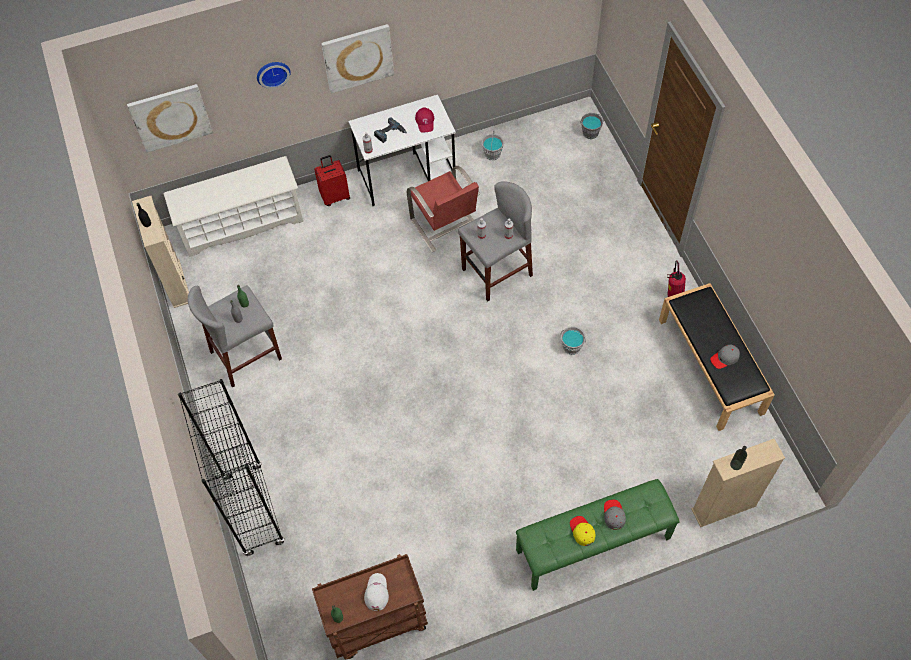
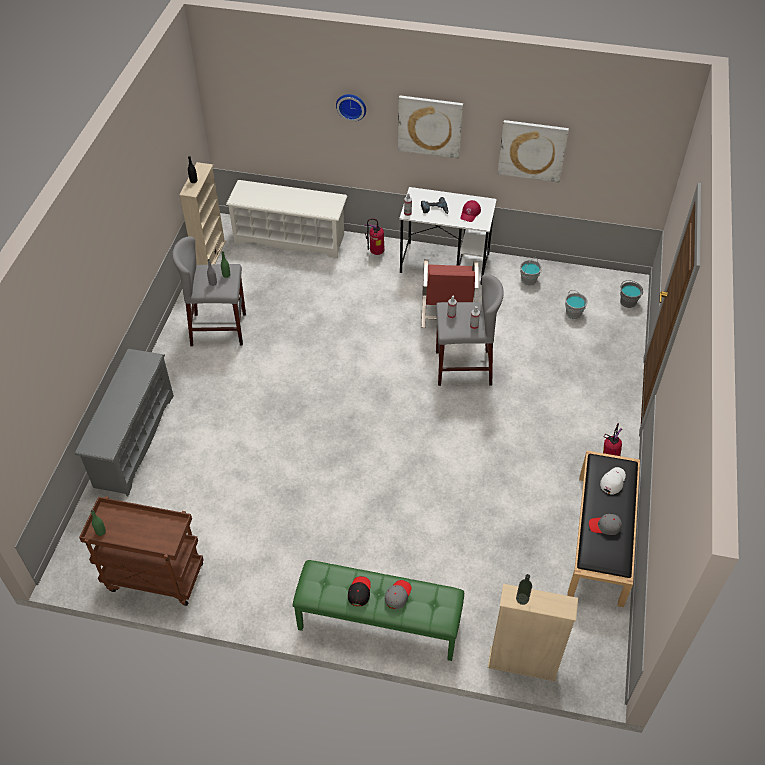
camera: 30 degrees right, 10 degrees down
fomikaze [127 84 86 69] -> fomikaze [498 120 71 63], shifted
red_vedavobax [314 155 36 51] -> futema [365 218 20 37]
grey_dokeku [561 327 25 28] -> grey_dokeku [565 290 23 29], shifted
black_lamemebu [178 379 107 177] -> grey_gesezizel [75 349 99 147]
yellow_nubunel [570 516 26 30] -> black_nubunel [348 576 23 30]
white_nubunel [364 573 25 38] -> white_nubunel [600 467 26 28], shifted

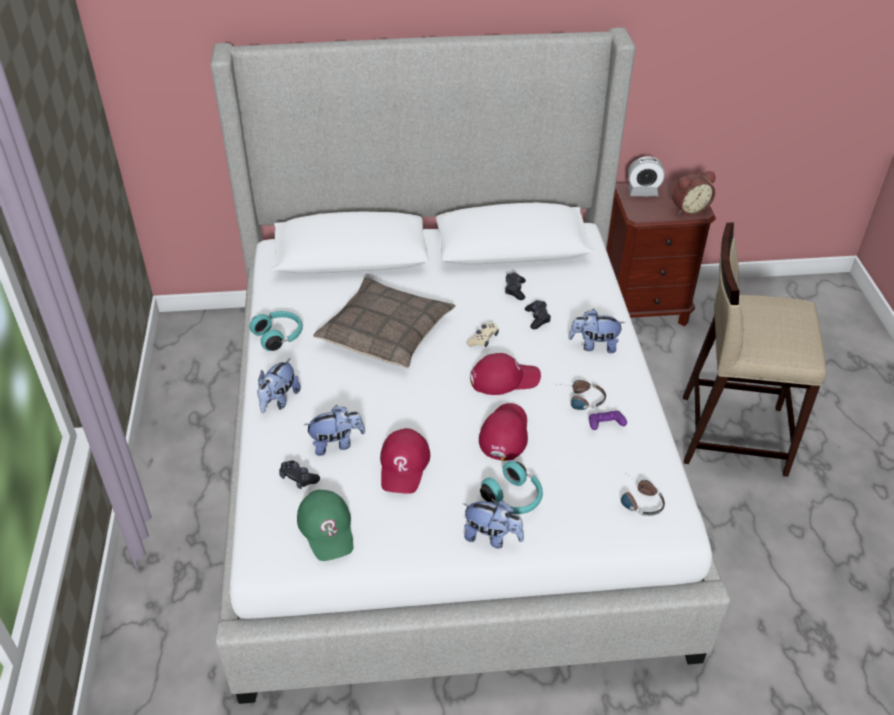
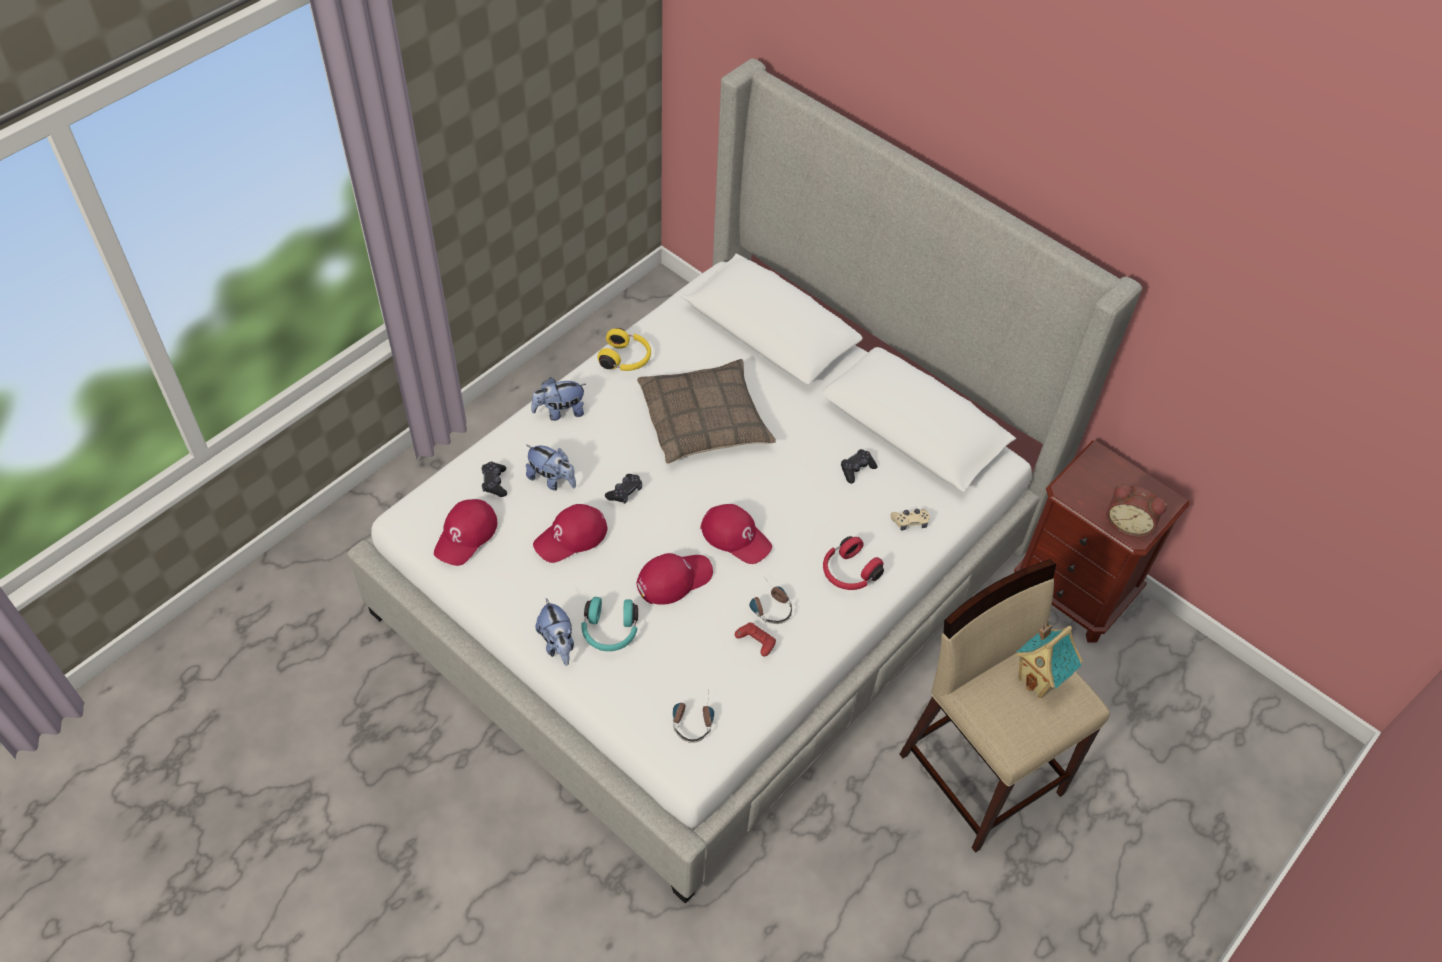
camera: 45 degrees right, 10 degrees up
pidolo [628 156 37 41] -> none
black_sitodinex [525 300 26 29] -> black_sitodinex [605 474 37 30], shifted
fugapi [568 309 57 44] -> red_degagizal [823 536 61 54]
turquoise_degagizal [250 311 53 40] -> yellow_degagizal [597 328 54 43]
beige_sitodinex [467 323 32 24] -> beige_sitodinex [891 509 39 21], shifted
purple_sitodinex [589 411 38 19] -> red_sitodinex [735 622 41 35]
green_nubunel [297 490 56 71] -> red_nubunel [434 499 63 67]
none -> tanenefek [1016 620 67 78]

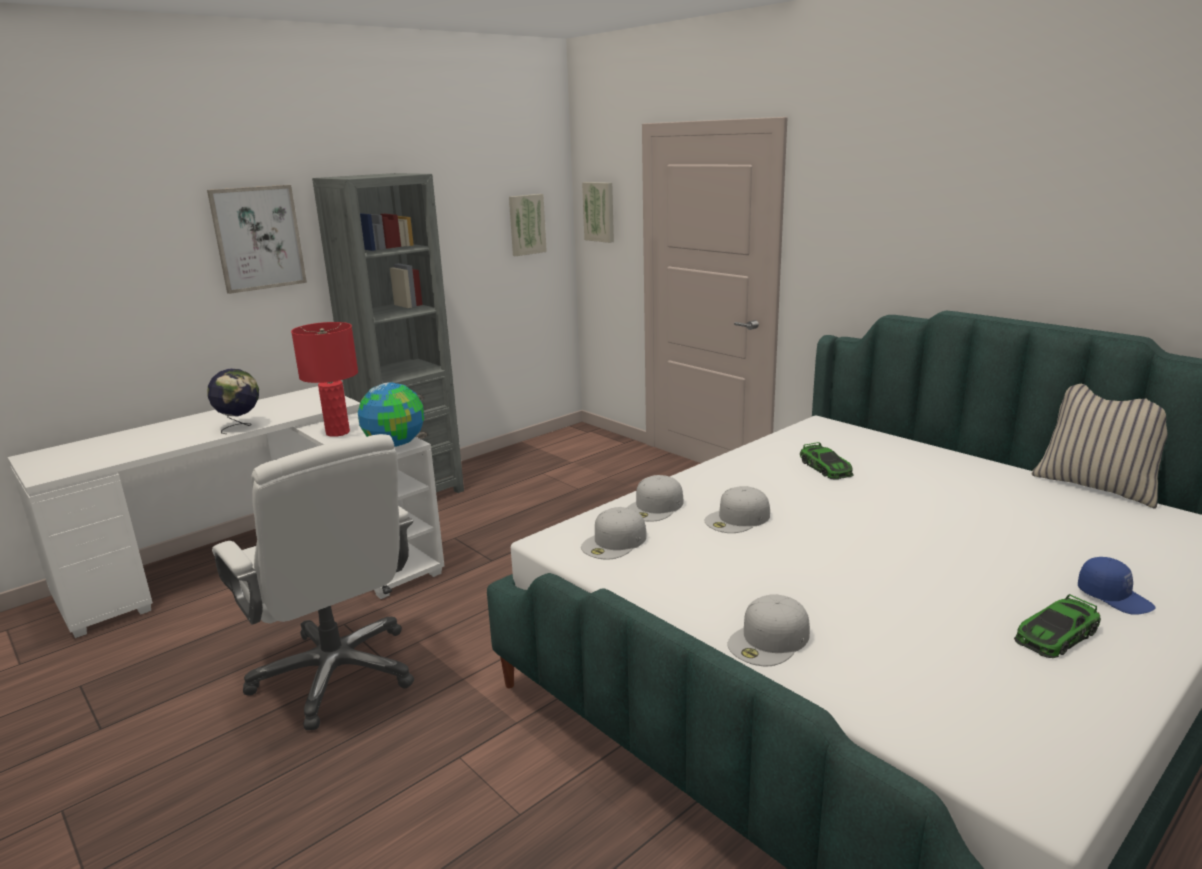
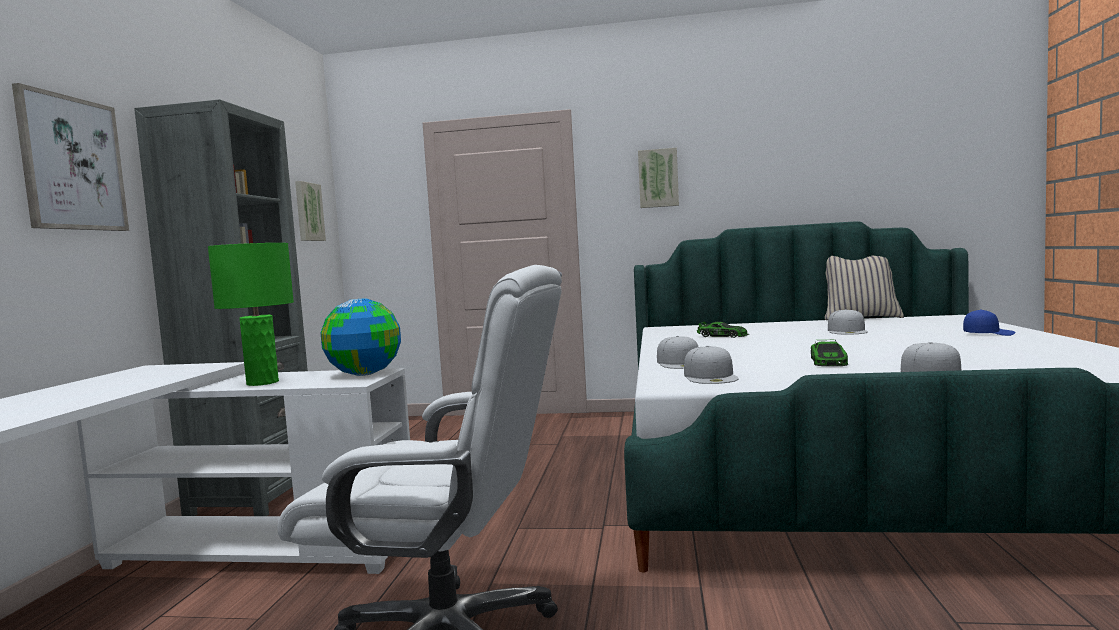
camera: 40 degrees left, 15 degrees down
fomikaze [582 182 32 61] -> fomikaze [638 148 41 60], shifted
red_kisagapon [291 322 67 115] -> green_kisagapon [208 243 86 143]
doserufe [207 368 52 66] -> none
white_nubunel [704 486 66 47] -> white_nubunel [828 309 40 26], shifted
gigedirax [1014 594 87 64] -> gigedirax [811 339 37 27], shifted

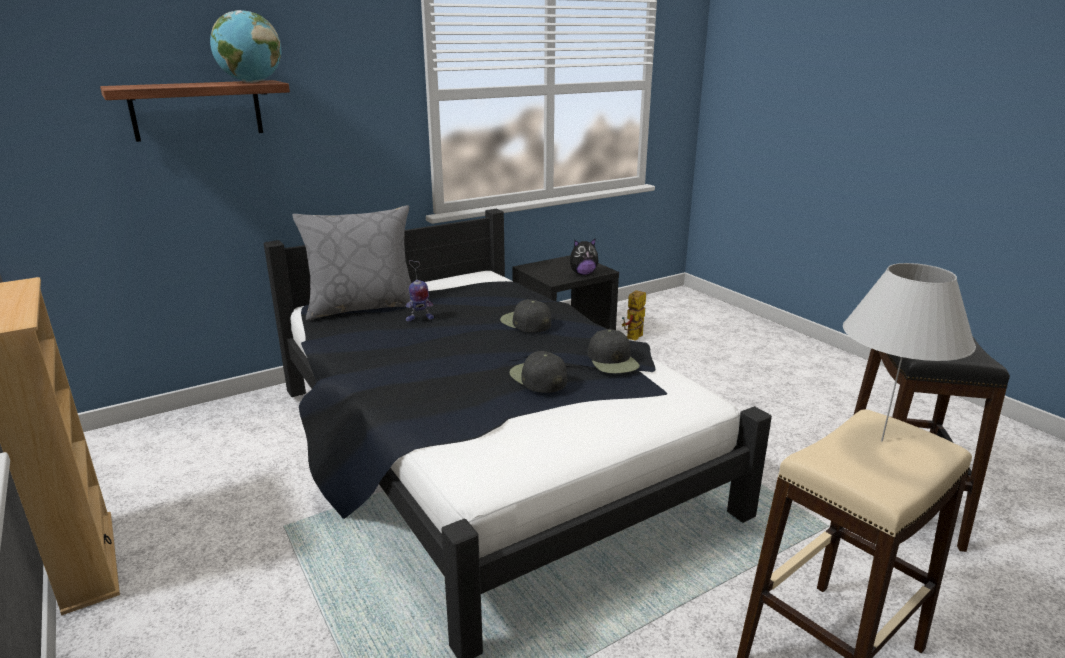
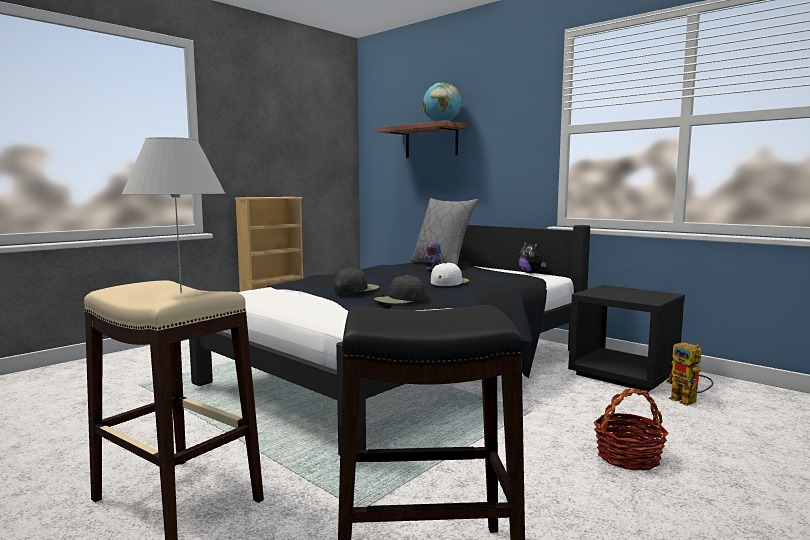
camera: 75 degrees right, 15 degrees down
fugapi [570 238 28 37] -> fugapi [518 241 28 32], shifted
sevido [622 290 24 51] -> sevido [666 342 47 64], 135 degrees counterclockwise
black_nubunel [500 299 51 34] -> white_nubunel [431 262 38 24]
none -> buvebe [594 388 74 83]

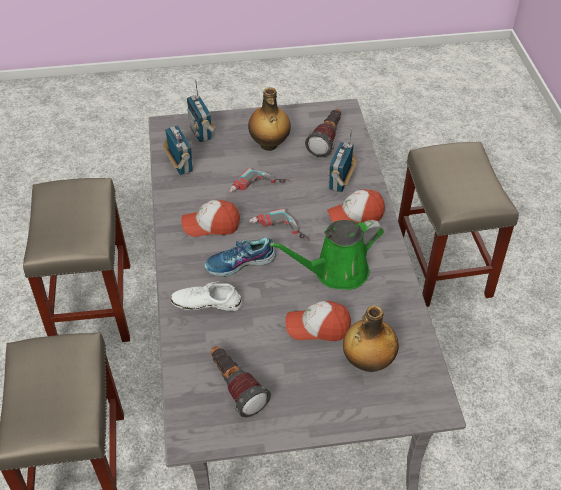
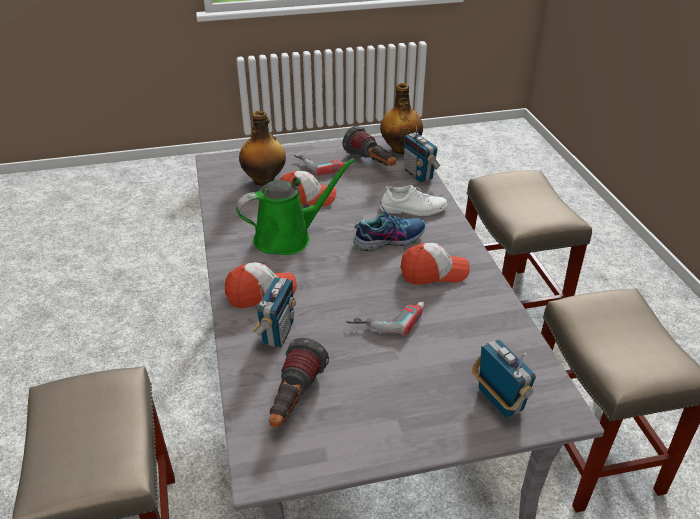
camera: 175 degrees right, 10 degrees down
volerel [248 87 43 64] -> volerel [380 83 43 71], shifted
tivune [163 126 30 49] -> tivune [404 114 36 69], shifted
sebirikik [249 208 61 33] -> sebirikik [294 154 57 22], shifted

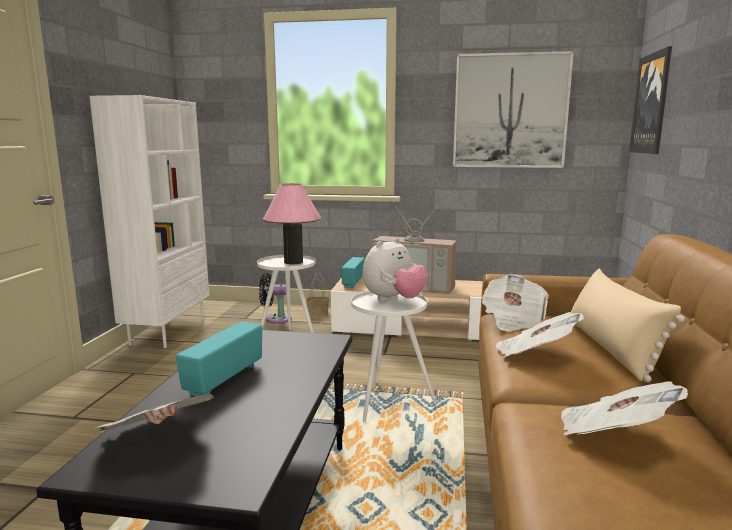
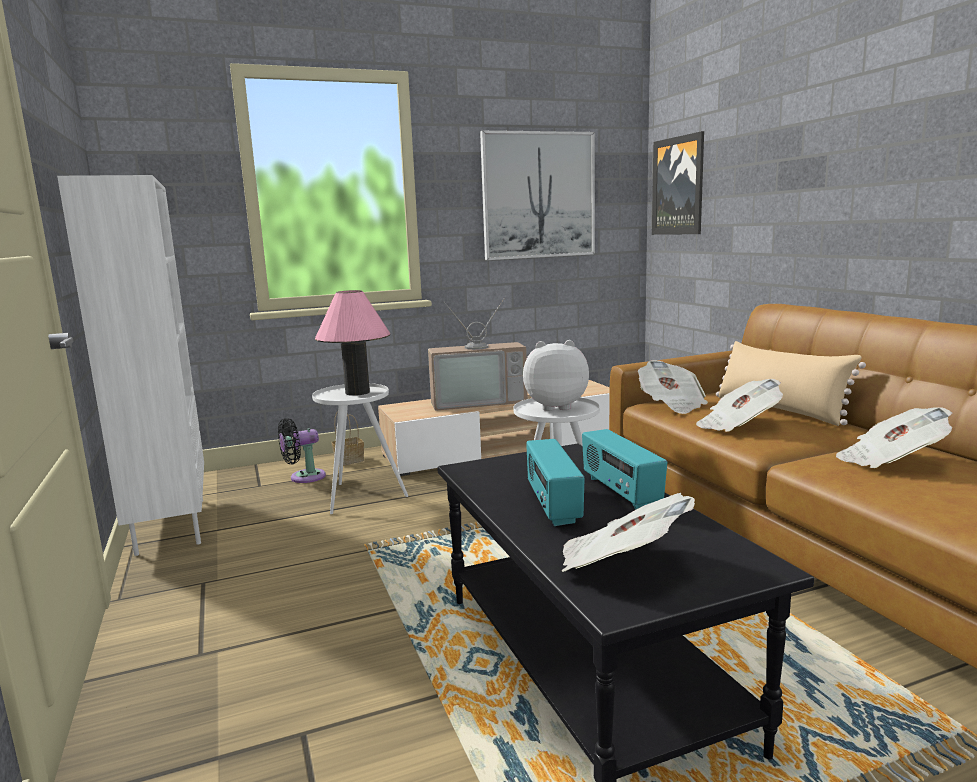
camera: 30 degrees left, 0 degrees up
fugapi [363 238 65 64] -> fugapi [523 340 66 71], 105 degrees counterclockwise
tivune [341 257 24 31] -> tivune [582 429 85 81], shifted

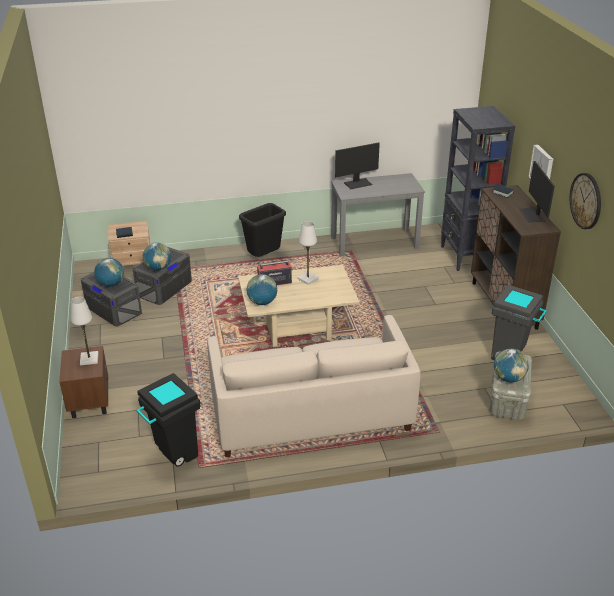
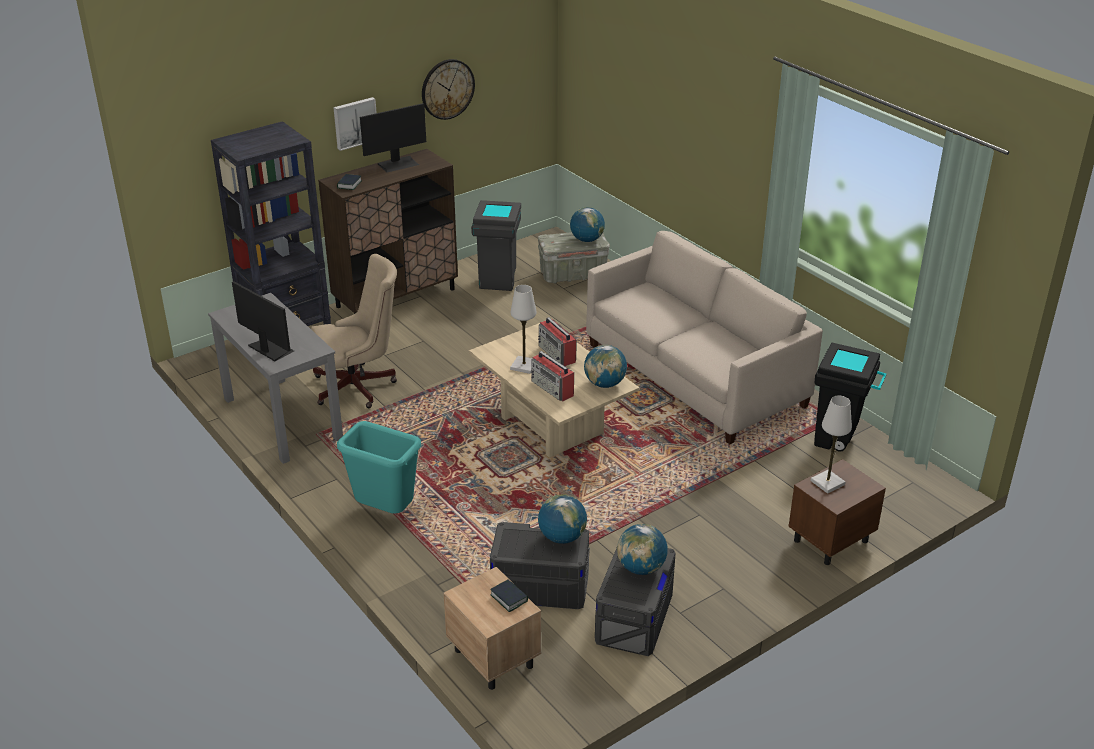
camera: 115 degrees left, 0 degrees up
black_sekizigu [239 203 47 54] -> turquoise_sekizigu [337 421 84 93]
none -> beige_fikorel [311 254 86 154]
none -> tivune [538 317 39 49]

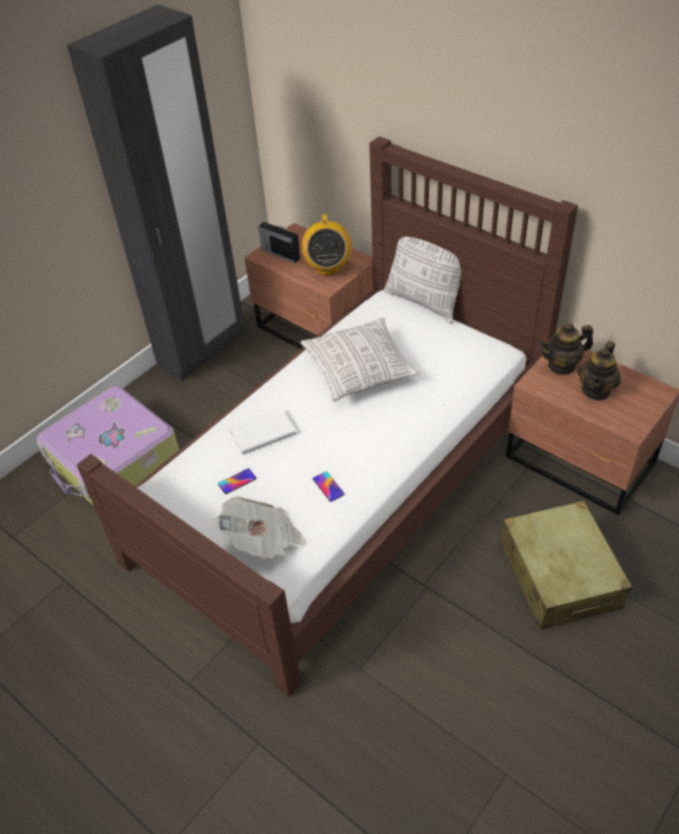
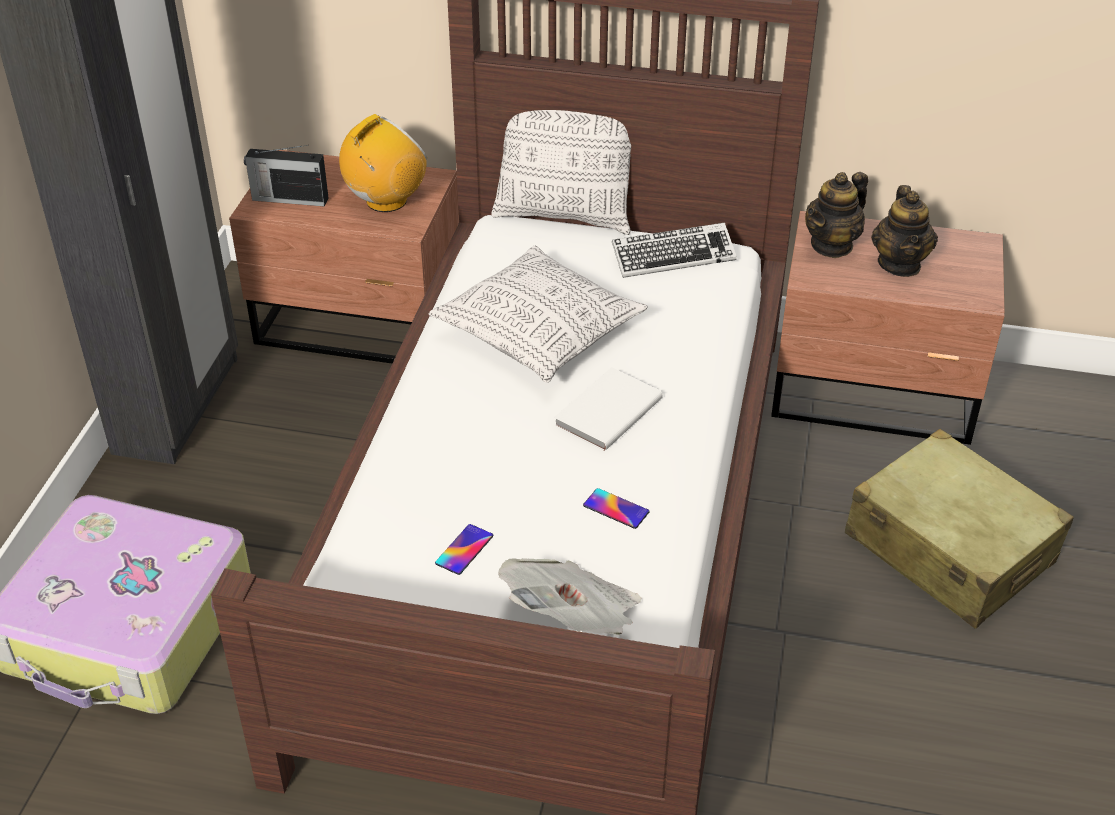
camera: 30 degrees left, 5 degrees down
tivune [301 214 51 62] -> tivune [339 114 88 98], 105 degrees counterclockwise
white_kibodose [228 407 68 48] -> white_kibodose [554 367 109 84], shifted
none -> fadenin [612 223 125 55]

